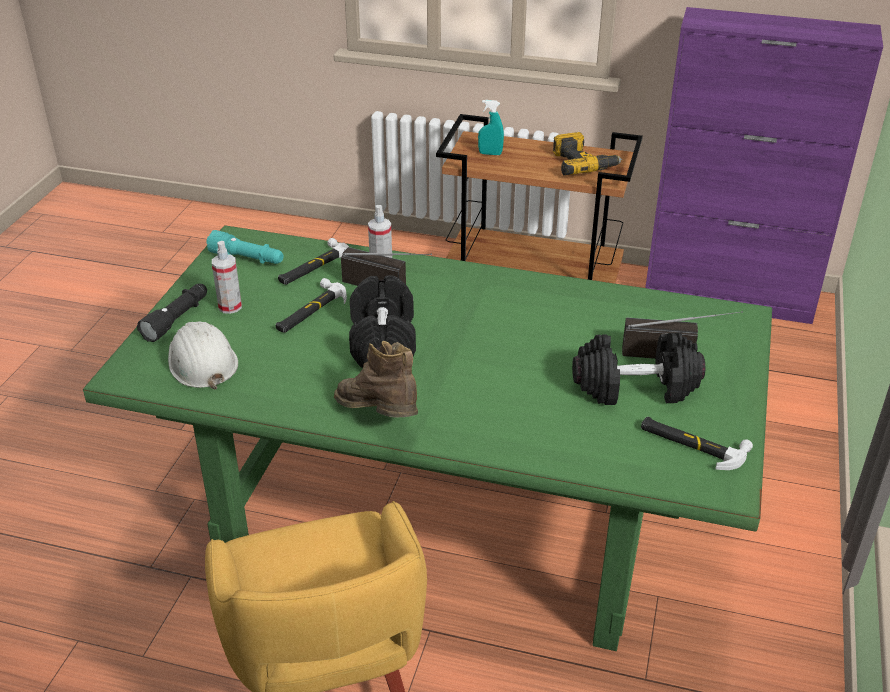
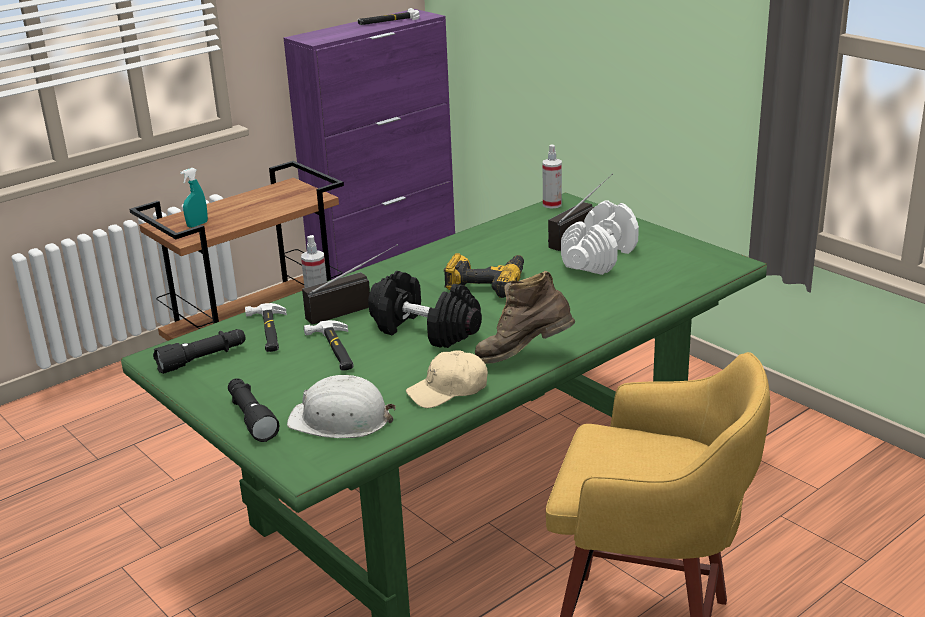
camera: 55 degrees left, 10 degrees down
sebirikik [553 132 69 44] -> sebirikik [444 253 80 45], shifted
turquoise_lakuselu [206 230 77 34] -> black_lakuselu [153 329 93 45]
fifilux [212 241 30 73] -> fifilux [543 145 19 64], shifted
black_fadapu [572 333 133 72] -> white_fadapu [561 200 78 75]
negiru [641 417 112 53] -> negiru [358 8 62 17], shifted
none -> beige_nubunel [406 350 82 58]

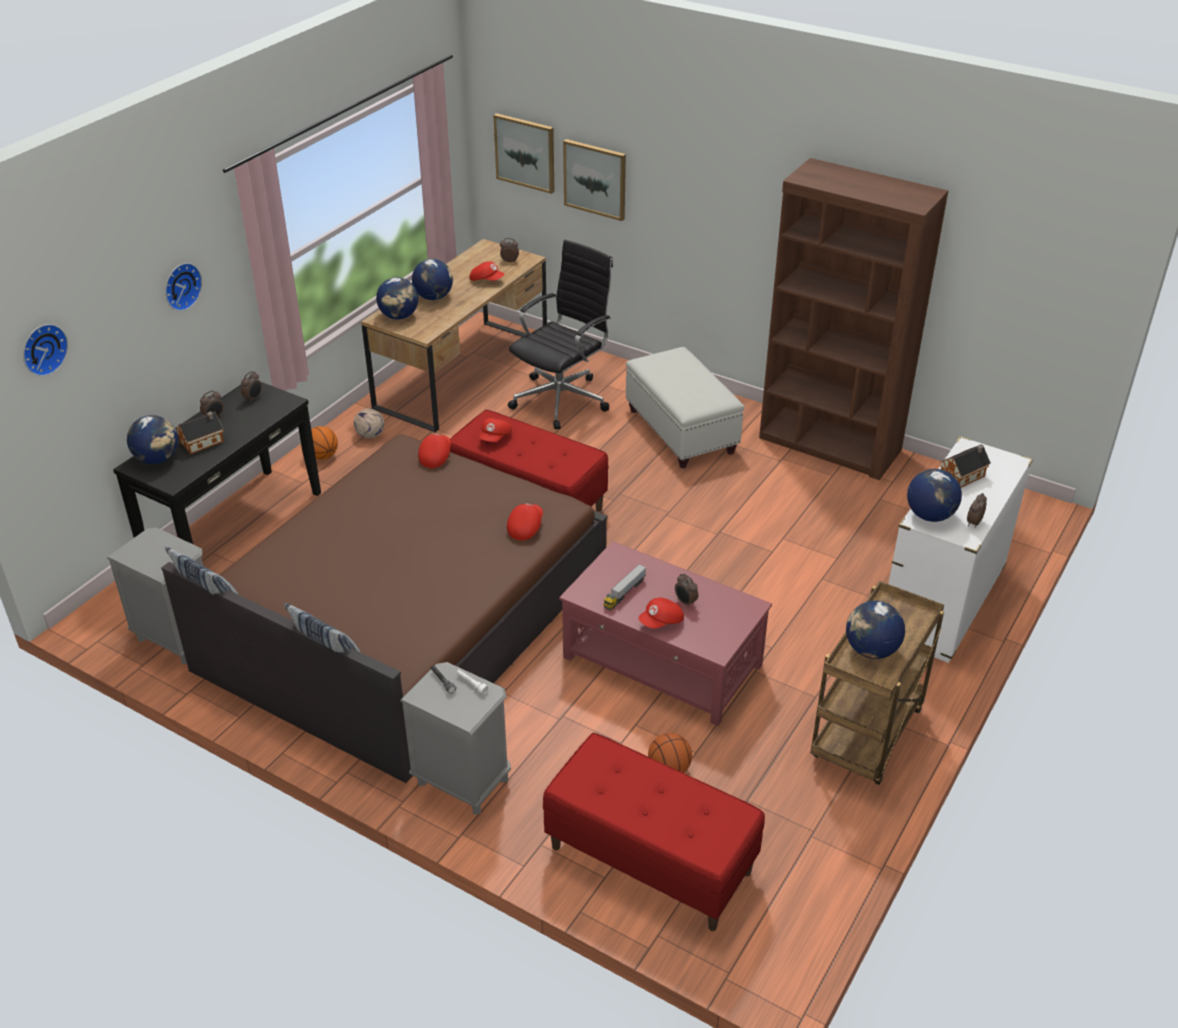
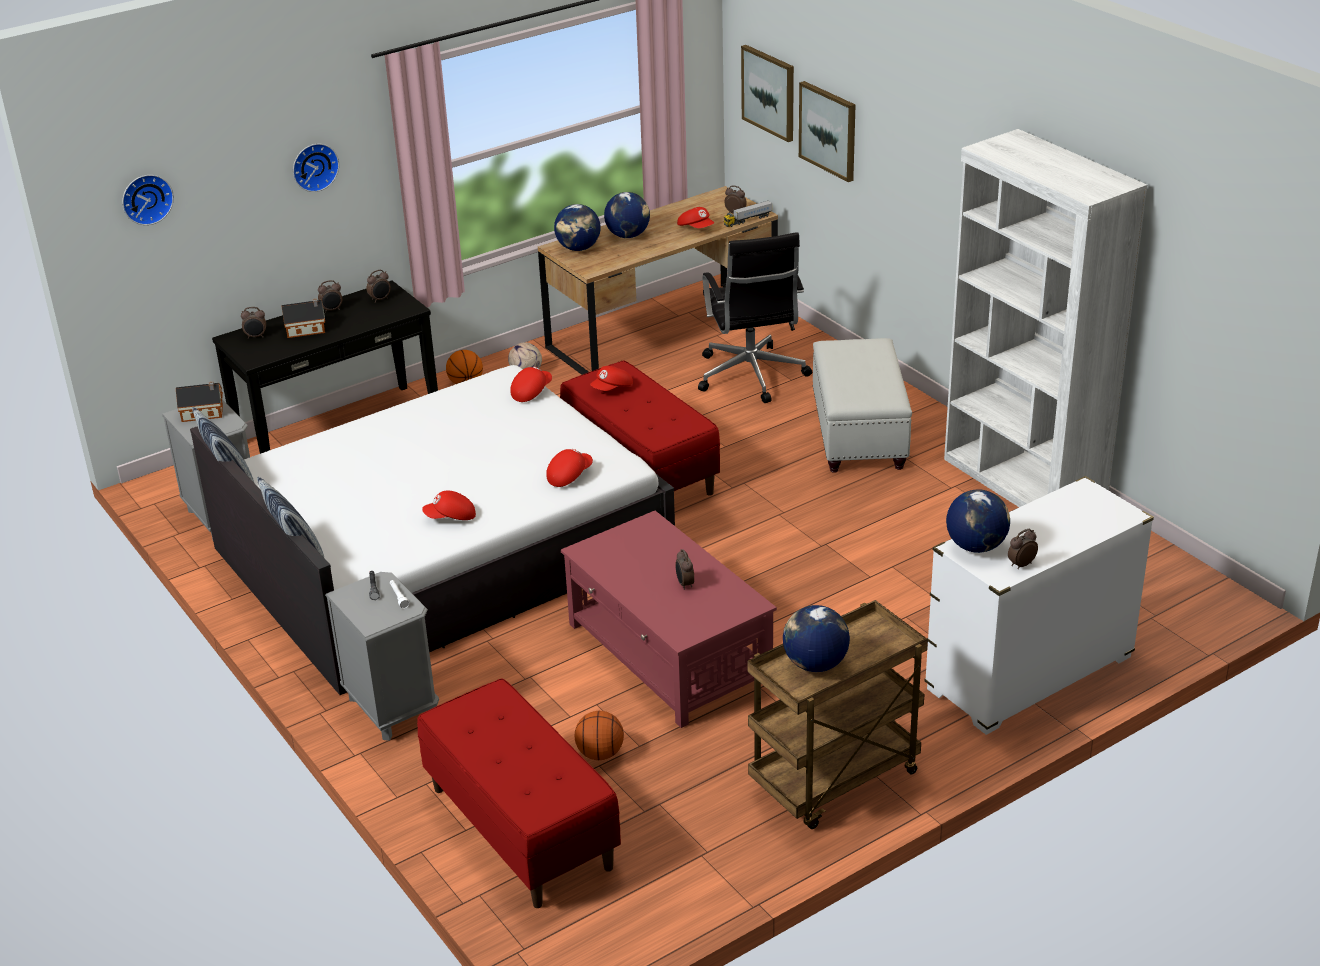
camera: 25 degrees right, 5 degrees down
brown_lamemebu [759 158 189 322] -> white_lamemebu [944 129 203 378]
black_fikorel [508 240 105 189] -> black_fikorel [698 233 114 170], 105 degrees clockwise
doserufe [127 415 51 49] -> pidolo [241 307 25 32]
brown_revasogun [161 434 447 349] -> white_revasogun [190 365 485 330]
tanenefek [940 444 51 43] -> tanenefek [176 382 47 40], shifted
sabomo [604 564 42 46] -> sabomo [724 200 49 27], shifted
red_nubunel [638 598 46 31] -> red_nubunel [422 491 54 29], shifted

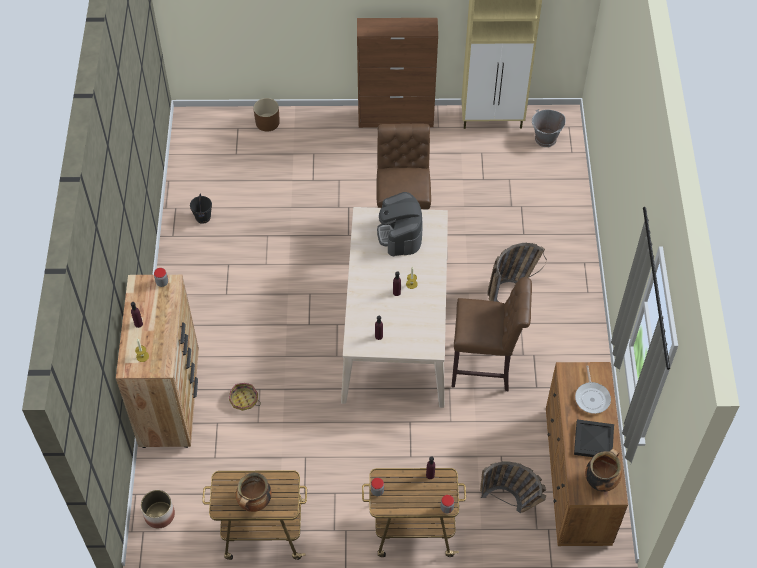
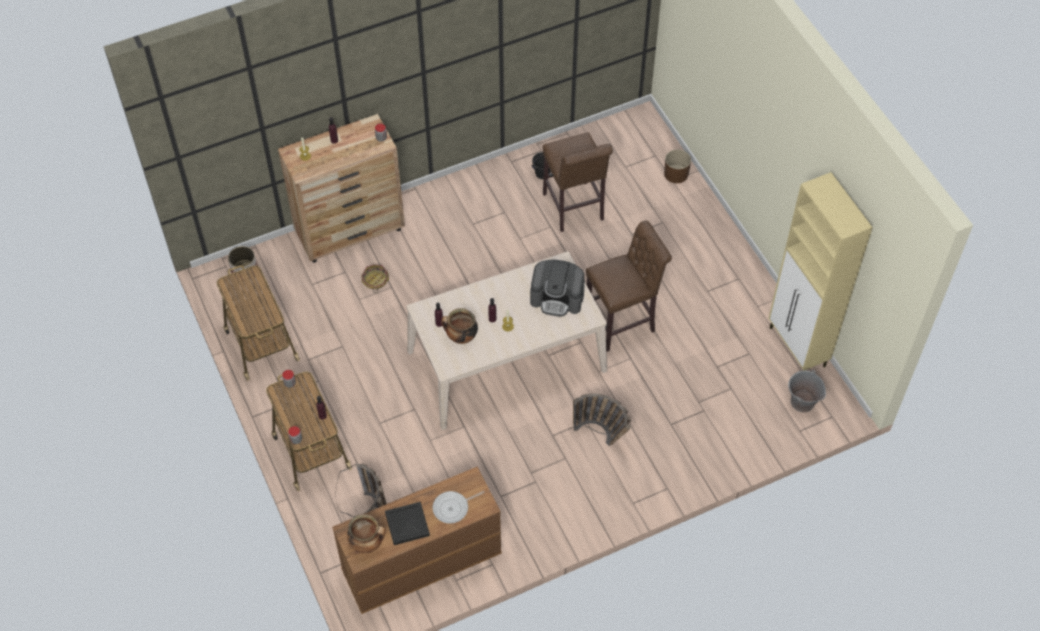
camera: 65 degrees right, 0 degrees up
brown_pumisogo [357 18 81 110] -> none
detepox [377 192 46 64] -> detepox [530 260 55 57], 135 degrees counterclockwise
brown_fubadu [452 277 80 114] -> brown_fubadu [543 132 70 100], shifted
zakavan [236 473 36 39] -> zakavan [441 308 37 36], shifted

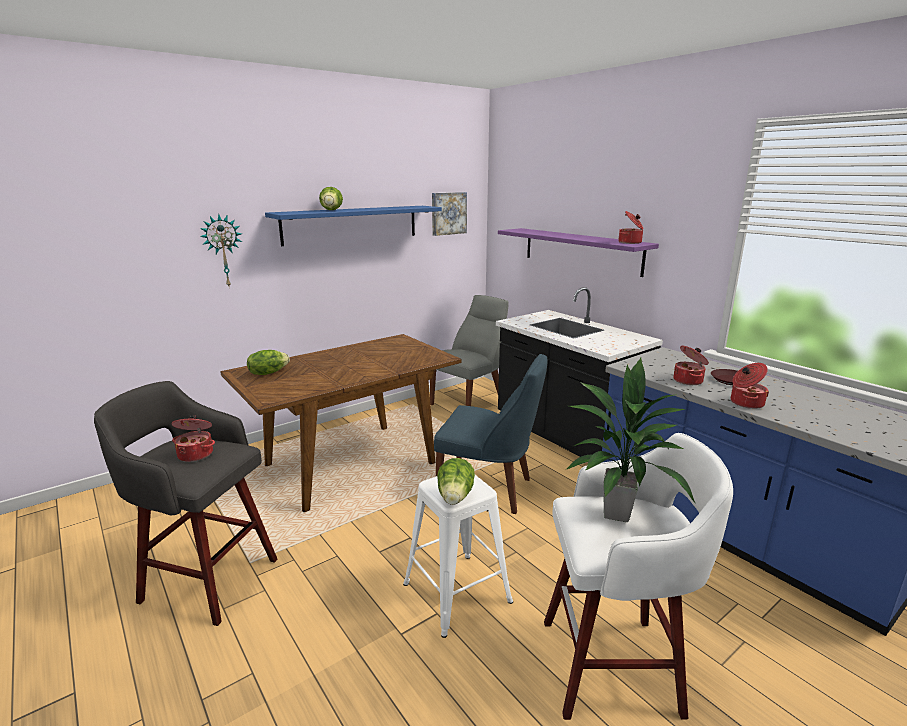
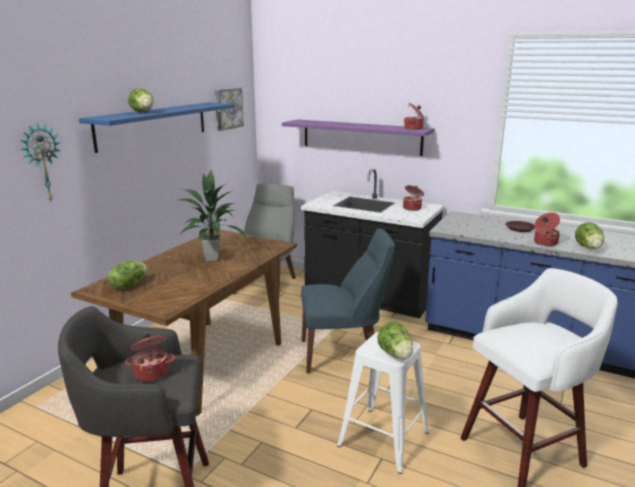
camera: 25 degrees left, 0 degrees up
zakavan [673 346 36 39] -> zakavan [403 185 21 26], shifted
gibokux [565 358 131 164] -> gibokux [179 170 70 91], shifted
none -> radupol [575 222 29 27]

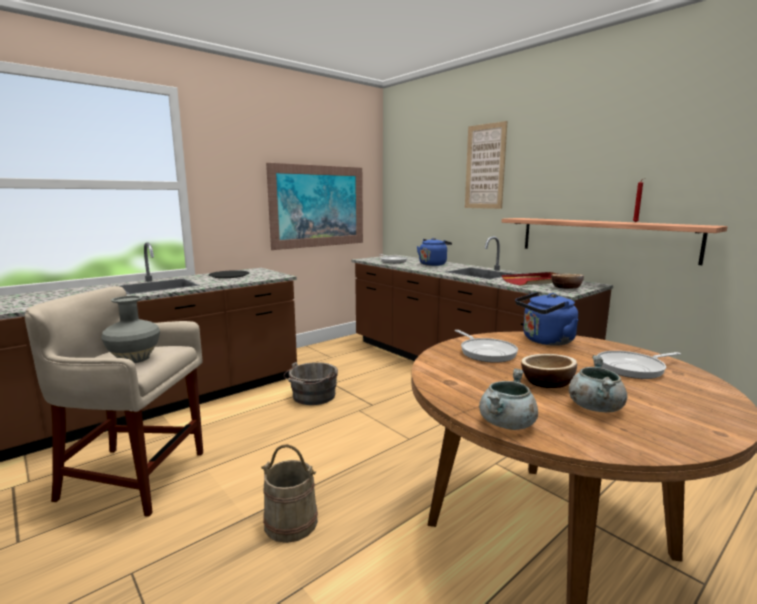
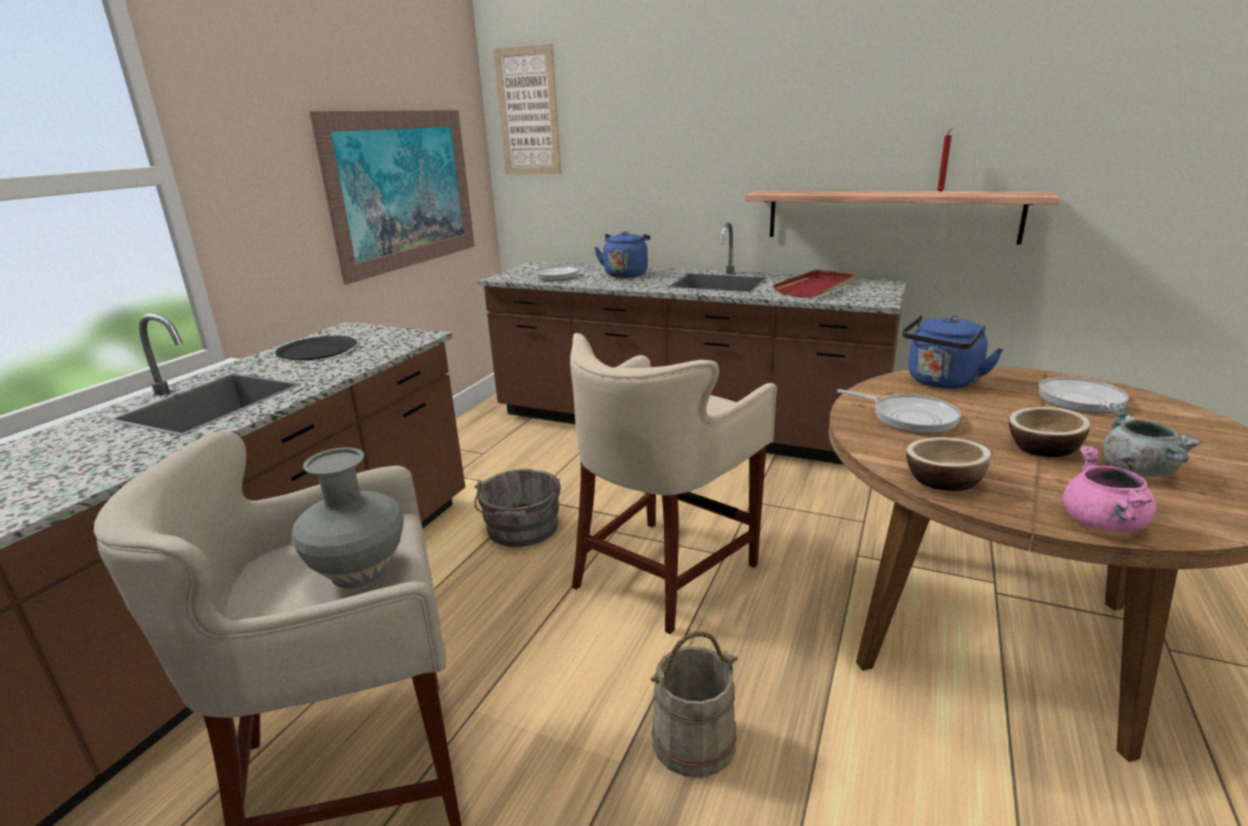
camera: 25 degrees left, 10 degrees up
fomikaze [465 121 43 88] -> fomikaze [494 44 67 130], shifted
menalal [551 274 33 15] -> menalal [906 437 85 54], shifted
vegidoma [597 351 84 28] -> vegidoma [1038 377 96 43], 135 degrees clockwise
grey_zakavan [479 368 59 62] -> pink_zakavan [1062 446 95 86]
none -> beige_fubadu [570 333 207 301]

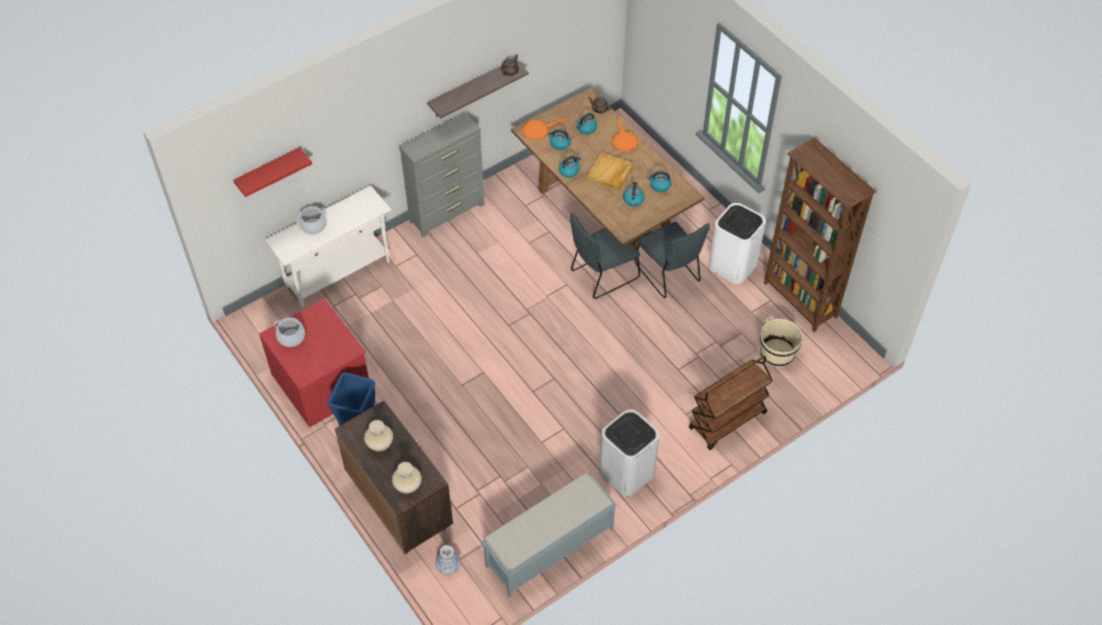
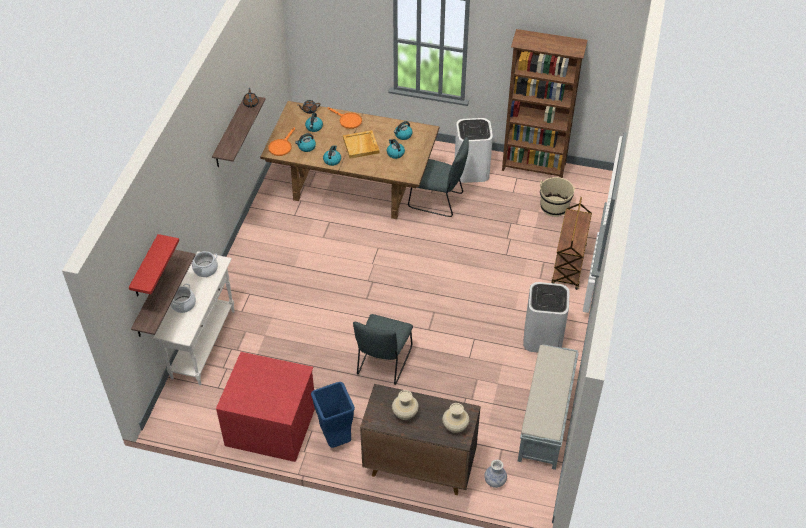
camera: 40 degrees left, 5 degrees down
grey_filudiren [399 113 86 124] -> none
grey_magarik [570 213 70 86] -> grey_magarik [353 314 60 71], shifted
zakavan [274 317 31 30] -> zakavan [191 251 27 26], shifted
none -> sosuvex [131 250 65 87]

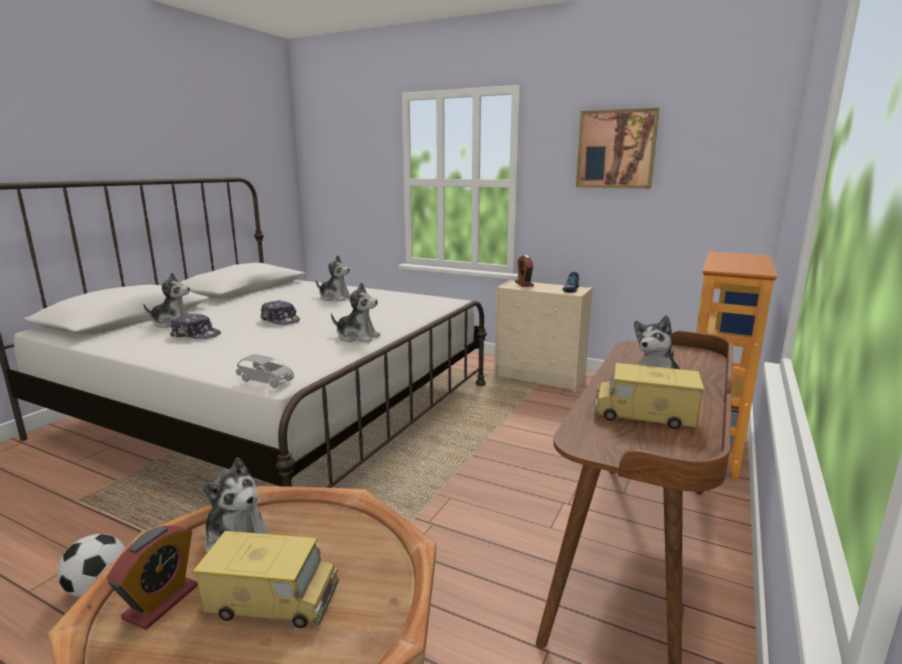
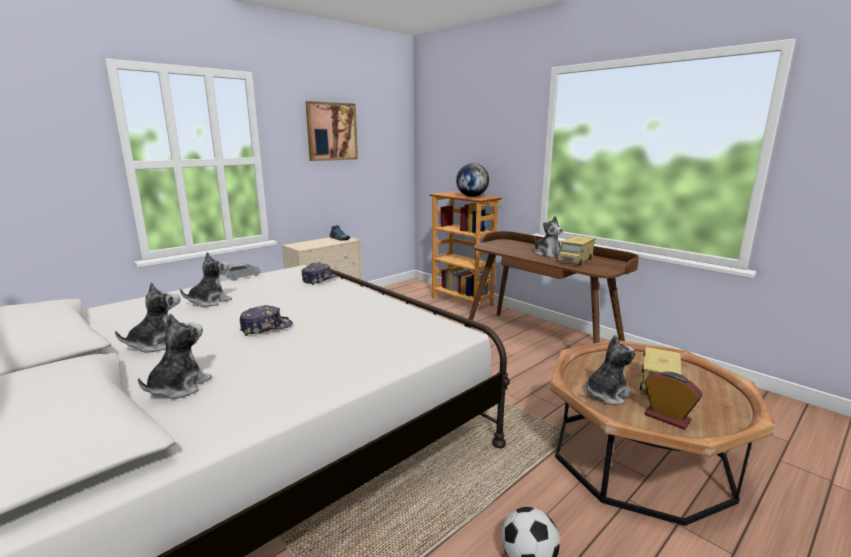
camera: 70 degrees left, 0 degrees up
pidolo [515 255 19 32] -> none
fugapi [331 282 49 60] -> fugapi [115 282 66 70], shifted
nubunel [170 314 51 25] -> nubunel [302 263 35 22], shifted
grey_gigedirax [236 354 58 34] -> grey_gigedirax [222 263 38 18], shifted
none -> doserufe [456 163 33 34]

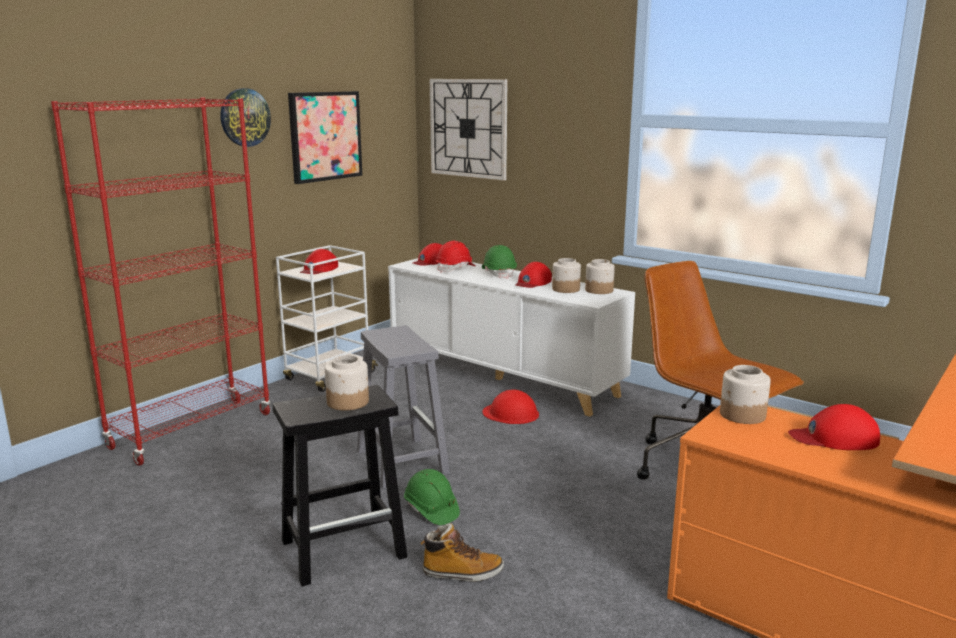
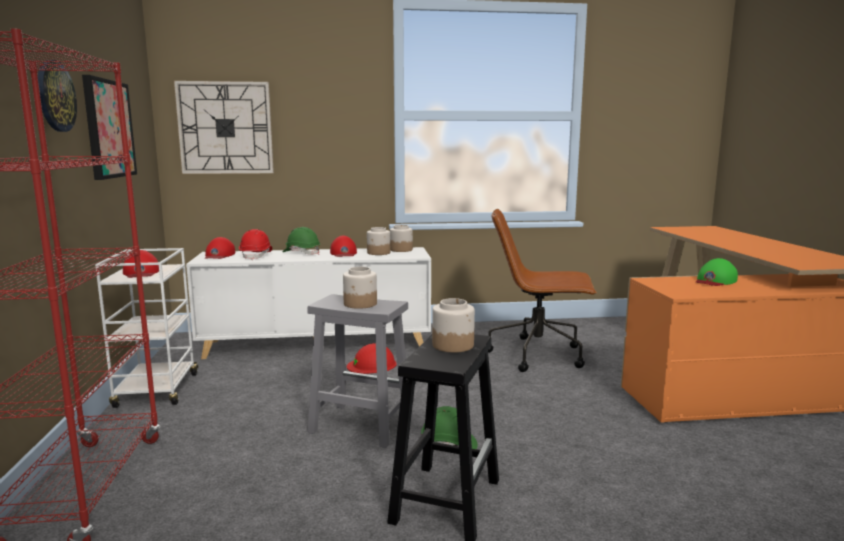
camera: 45 degrees left, 5 degrees down
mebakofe [720 365 51 59] -> mebakofe [343 267 34 42], shifted
red_nubunel [788 404 92 46] -> green_nubunel [696 258 42 28]
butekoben [421 523 83 59] -> none

